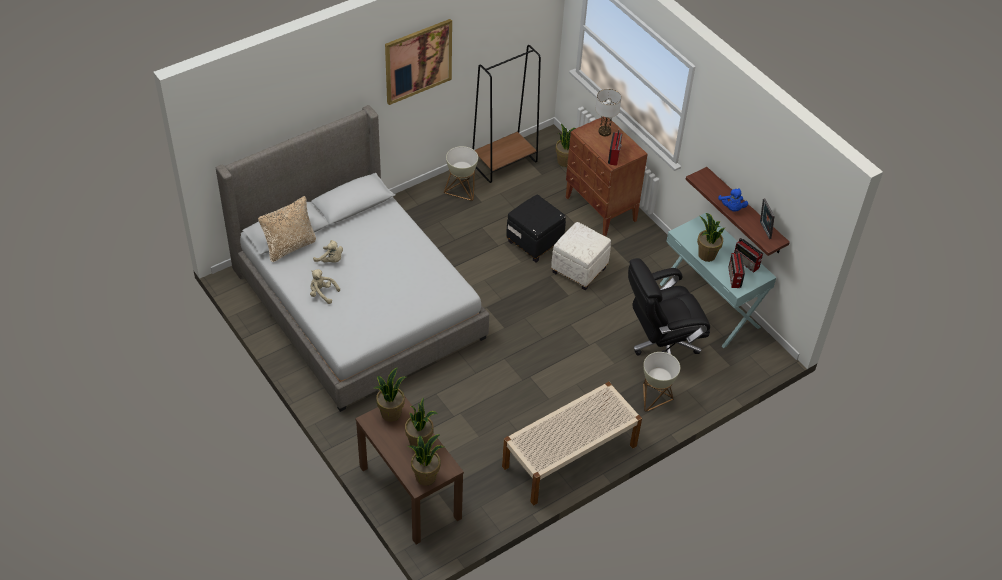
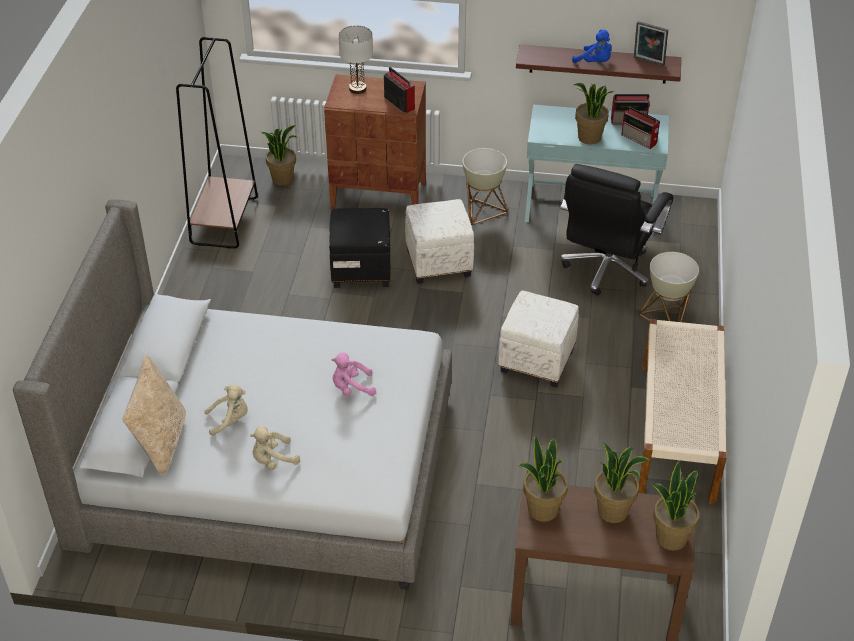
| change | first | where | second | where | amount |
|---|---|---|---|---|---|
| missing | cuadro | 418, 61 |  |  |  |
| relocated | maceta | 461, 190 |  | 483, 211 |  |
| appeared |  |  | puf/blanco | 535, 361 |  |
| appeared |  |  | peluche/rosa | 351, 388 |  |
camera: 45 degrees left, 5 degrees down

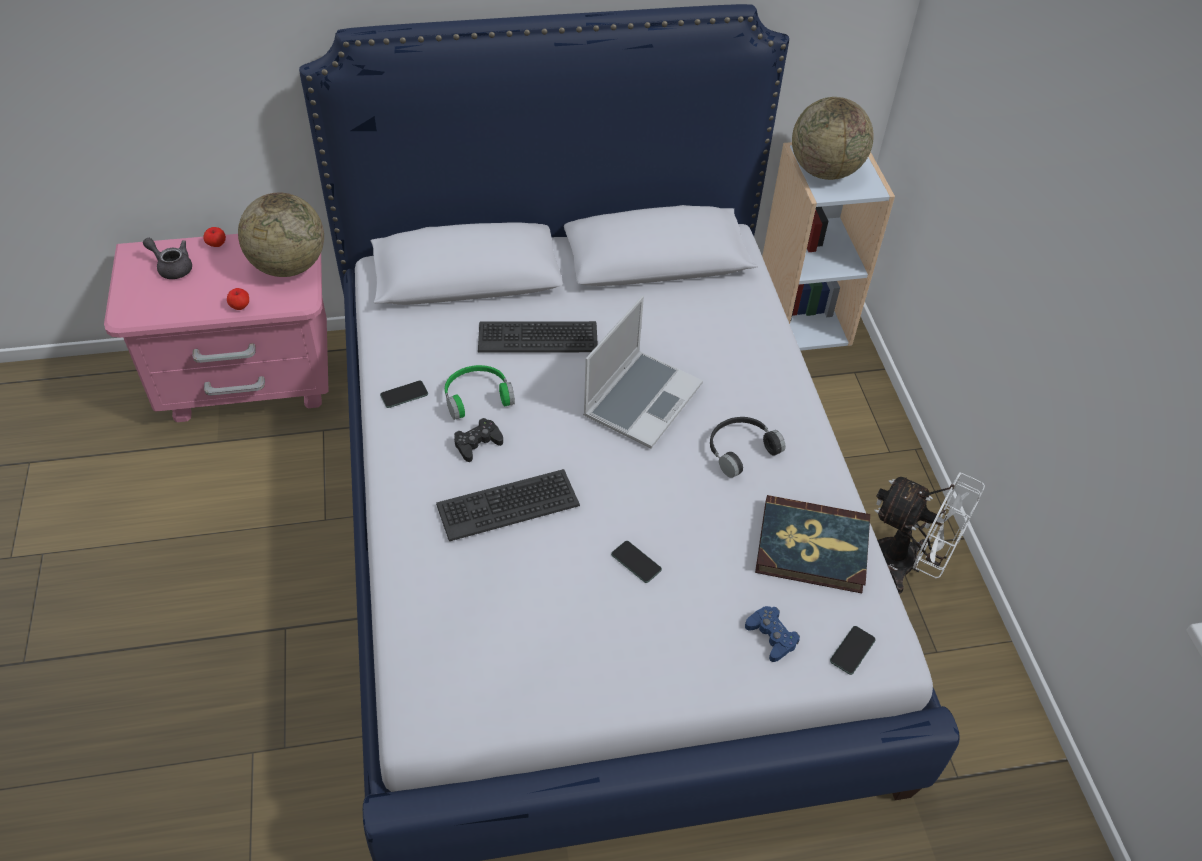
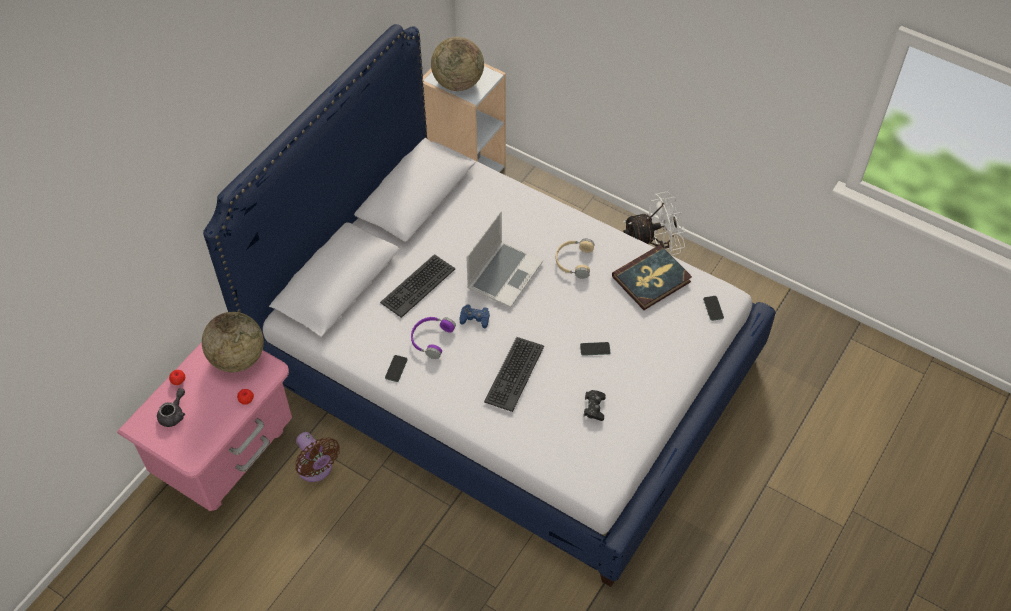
| change | first | where | second | where | amount |
|---|---|---|---|---|---|
| spun | tetera/gris | 172, 267 |  | 174, 414 | 135 degrees clockwise |
| spun | portátil | 642, 399 |  | 504, 274 | 45 degrees clockwise |
| colour | auriculares/verde | 477, 396 | auriculares/morado | 430, 339 |  |
| colour | auriculares/negro | 740, 449 | auriculares/beis | 573, 261 |  |
| relocated | mando de consola/negro | 477, 443 |  | 594, 407 |  |
| relocated | mando de consola/azul | 771, 636 |  | 475, 318 |  |
| appeared |  |  | ventilador/marrón | 316, 469 |  |
camera: 45 degrees left, 5 degrees up

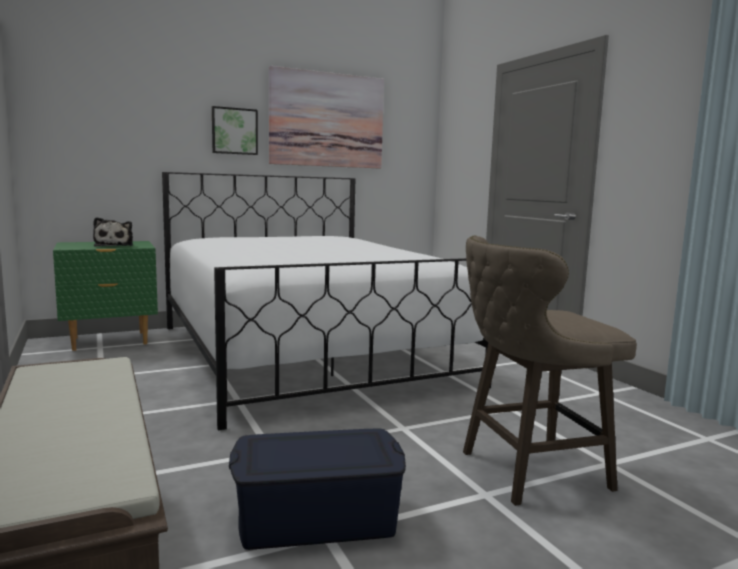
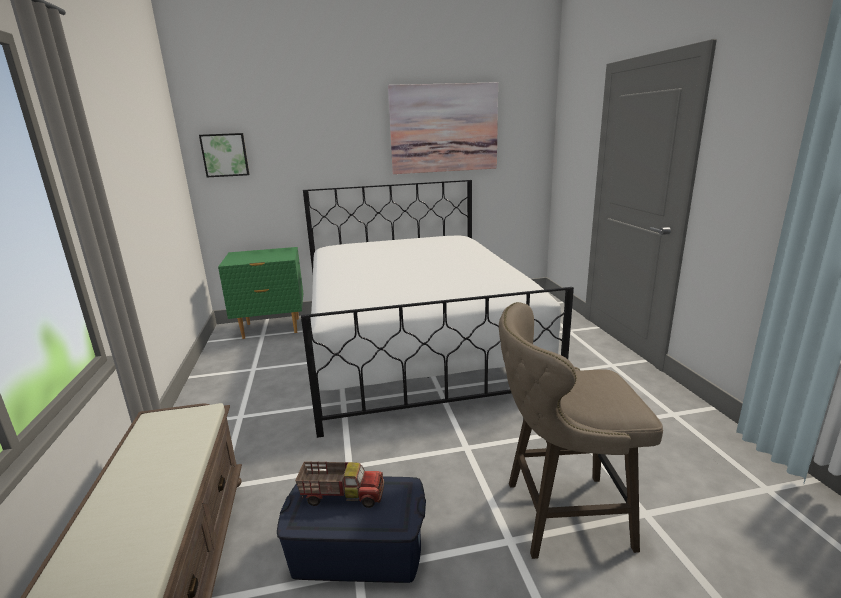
| change | first | where | second | where | amount |
|---|---|---|---|---|---|
| relocated | cuadro | 234, 131 |  | 225, 155 |  |
| missing | peluche | 115, 245 |  |  |  |
| appeared |  |  | camión de juguete | 342, 495 |  |
camera: 15 degrees right, 10 degrees up

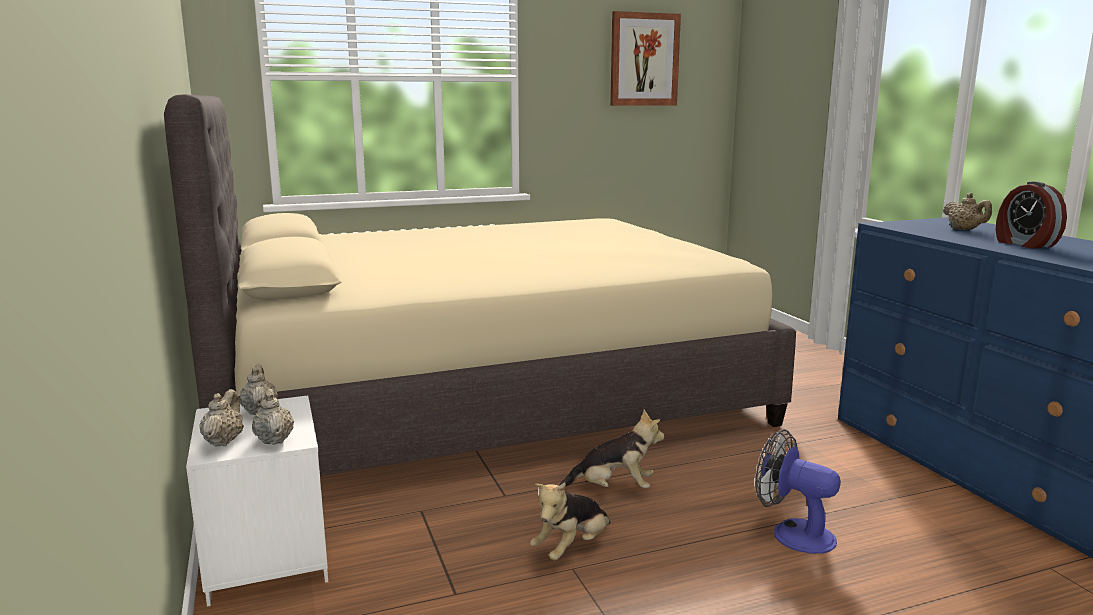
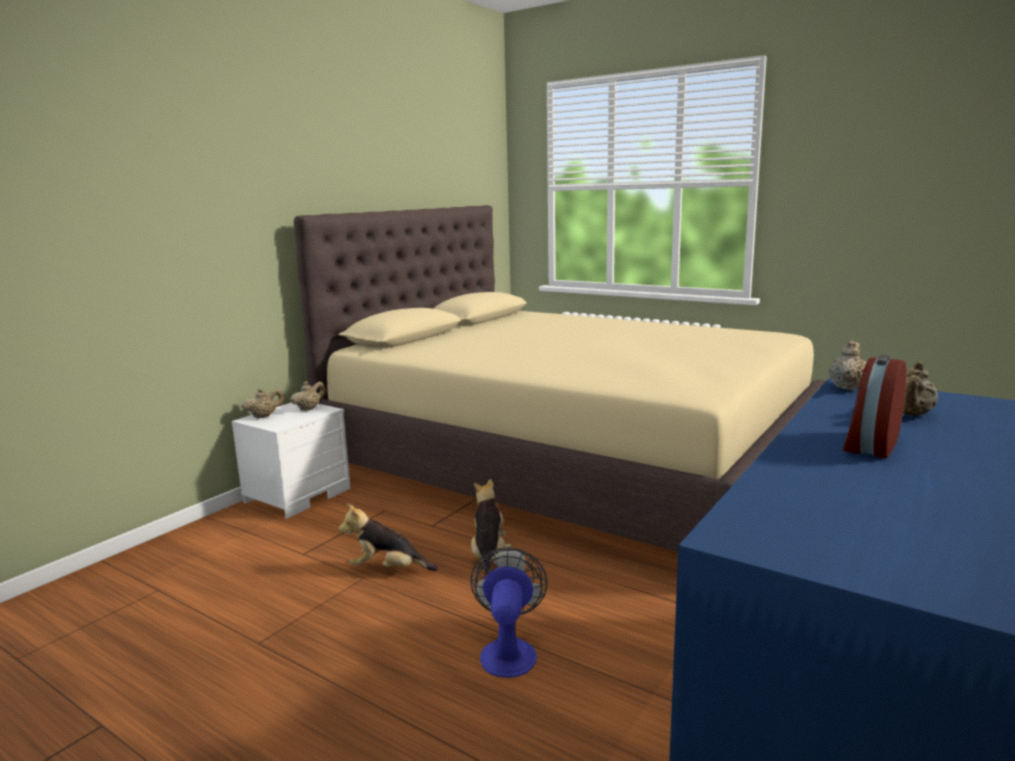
| change | first | where | second | where | amount |
|---|---|---|---|---|---|
| missing | cuadro | 644, 59 |  |  |  |
| relocated | tetera/beis | 274, 439 |  | 847, 387 |  |
| spun | peluche | 613, 488 |  | 489, 556 | 150 degrees counterclockwise |
camera: 55 degrees right, 0 degrees up

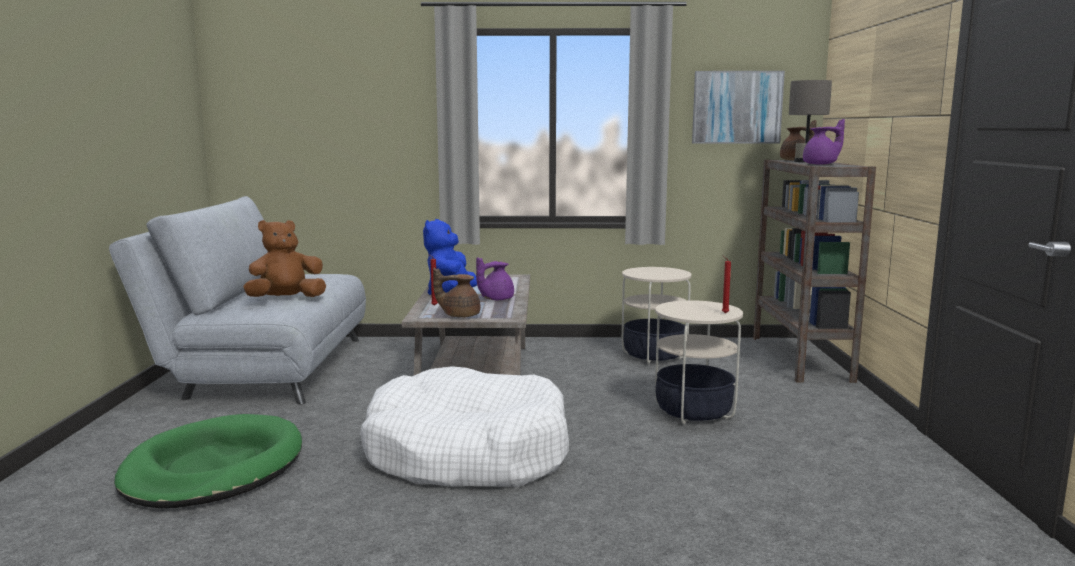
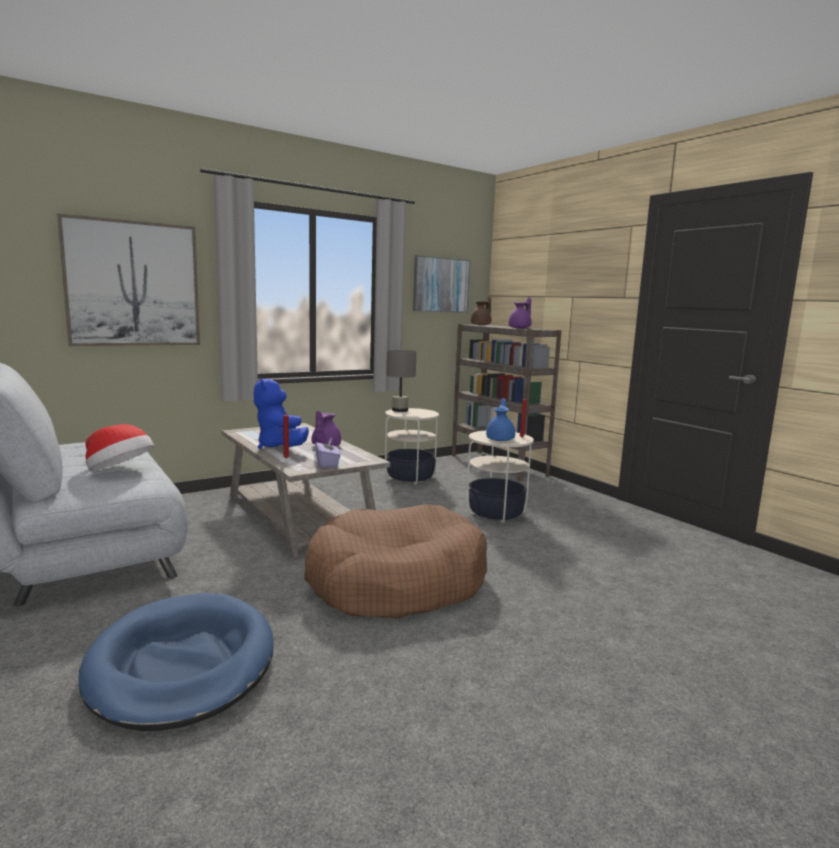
| change | first | where | second | where | amount |
|---|---|---|---|---|---|
| relocated | lámpara de mesa/gris | 805, 162 |  | 400, 410 |  |
| exchanged | peluche/marrón | 286, 299 | sombrero | 119, 471 |  |
| exchanged | tetera/marrón | 459, 315 | caja de pañuelos/morado | 327, 464 |  |
| colour | cama para perro/blanco | 467, 453 | cama para perro/marrón | 396, 582 |  |
| colour | cama para perro/verde | 213, 468 | cama para perro/azul | 182, 665 |  |
| appeared |  |  | cuadro | 133, 284 |  |
| appeared |  |  | tetera/azul | 500, 439 |  |
camera: 35 degrees left, 0 degrees up

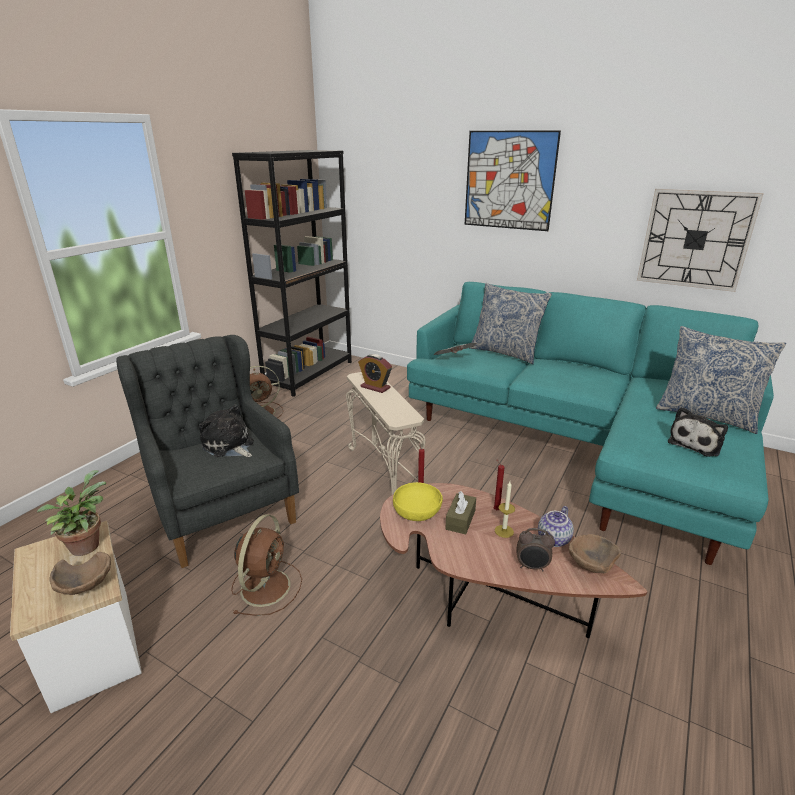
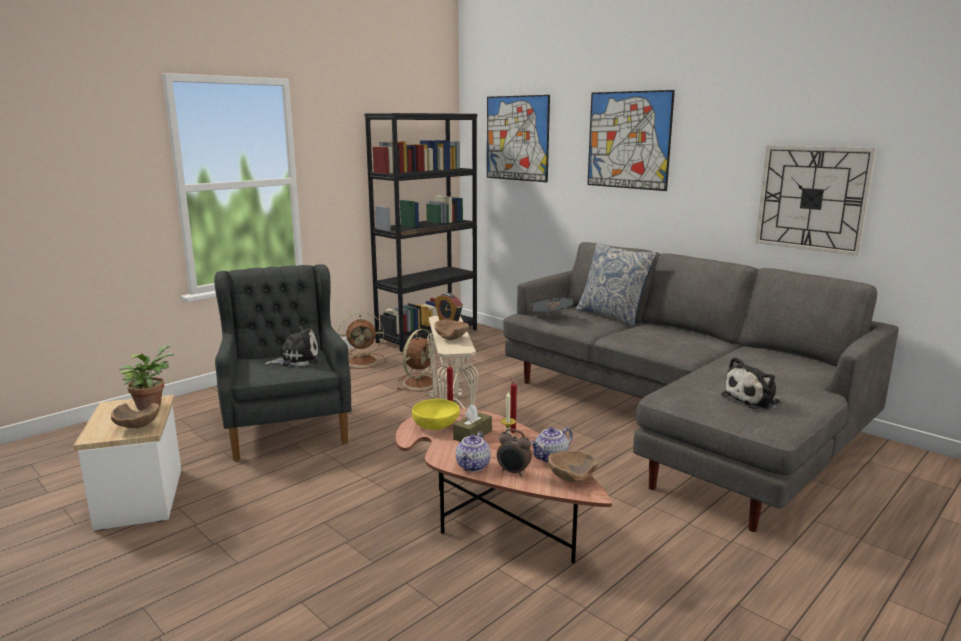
| change | first | where | second | where | amount |
|---|---|---|---|---|---|
| colour | sofá/turquesa | 580, 445 | sofá/gris | 680, 420 |  |
| missing | cojín | 706, 415 |  |  |  |
| spun | peluche | 229, 445 |  | 296, 359 | 105 degrees clockwise |
| relocated | ventilador/marrón | 266, 586 |  | 420, 382 |  |
| appeared |  |  | cuadro | 517, 138 |  |
| appeared |  |  | cuenco/marrón | 452, 339 |  |
| appeared |  |  | tetera | 473, 466 |  |
camera: 15 degrees right, 10 degrees down

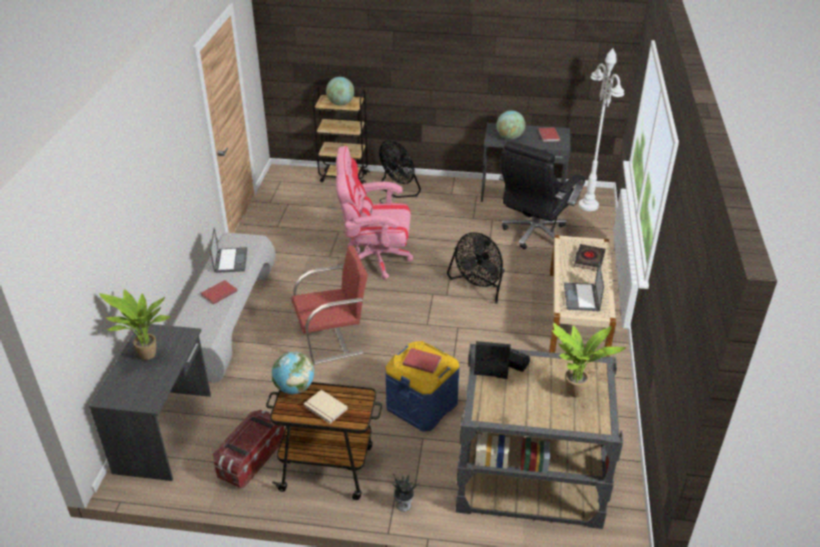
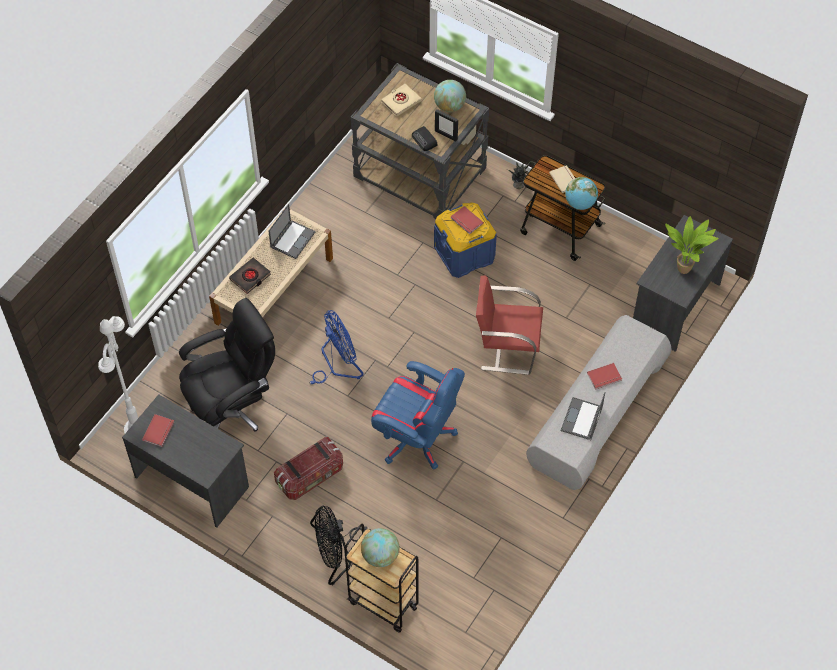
| change | first | where | second | where | amount |
|---|---|---|---|---|---|
| relocated | globo terráqueo | 509, 137 |  | 449, 106 |  |
| colour | silla de oficina/rosa | 376, 258 | silla de oficina/azul | 416, 438 |  |
| colour | ventilador/negro | 478, 284 | ventilador/azul | 336, 361 |  |
| exchanged | planta en maceta | 574, 394 | libro/beis | 401, 102 |  |
| relocated | caja de almacenaje | 251, 458 |  | 310, 476 |  |
camera: 155 degrees left, 20 degrees up

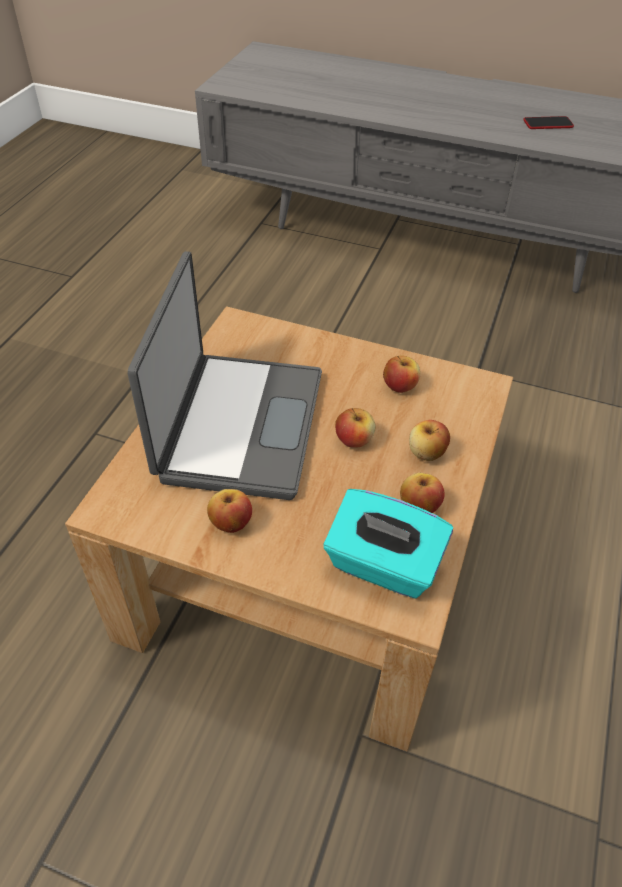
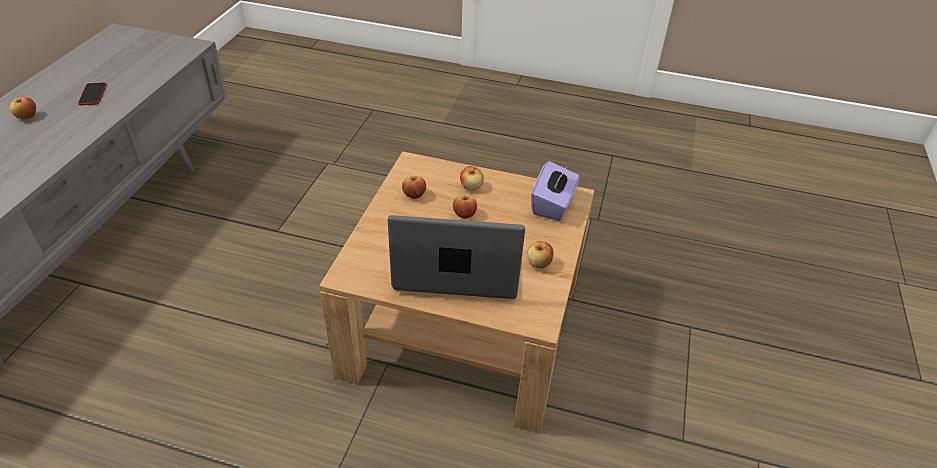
| change | first | where | second | where | amount |
|---|---|---|---|---|---|
| relocated | manzana | 419, 506 |  | 27, 117 |  |
| colour | caja de pañuelos/turquesa | 383, 565 | caja de pañuelos/morado | 553, 205 |  |
camera: 95 degrees left, 5 degrees down

